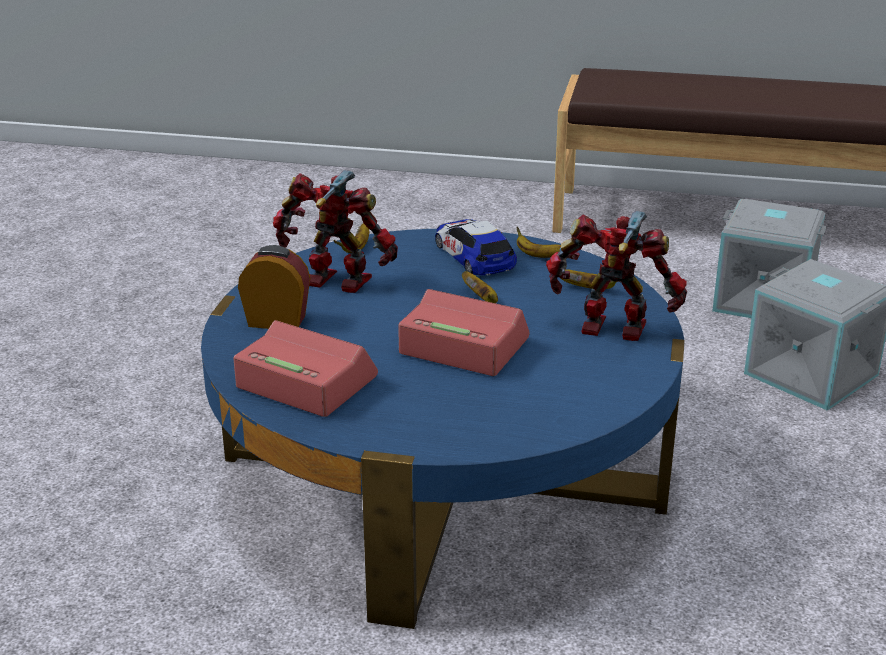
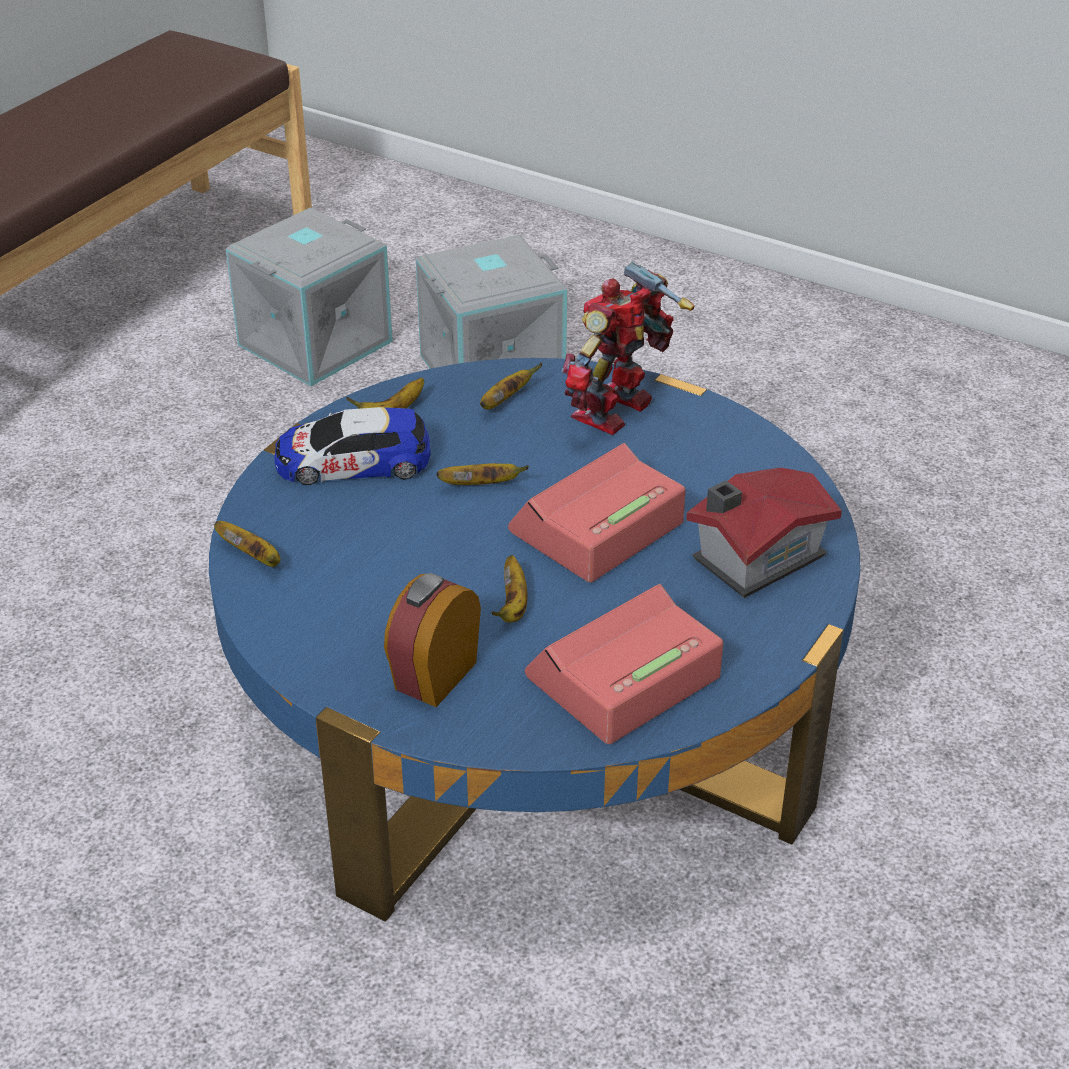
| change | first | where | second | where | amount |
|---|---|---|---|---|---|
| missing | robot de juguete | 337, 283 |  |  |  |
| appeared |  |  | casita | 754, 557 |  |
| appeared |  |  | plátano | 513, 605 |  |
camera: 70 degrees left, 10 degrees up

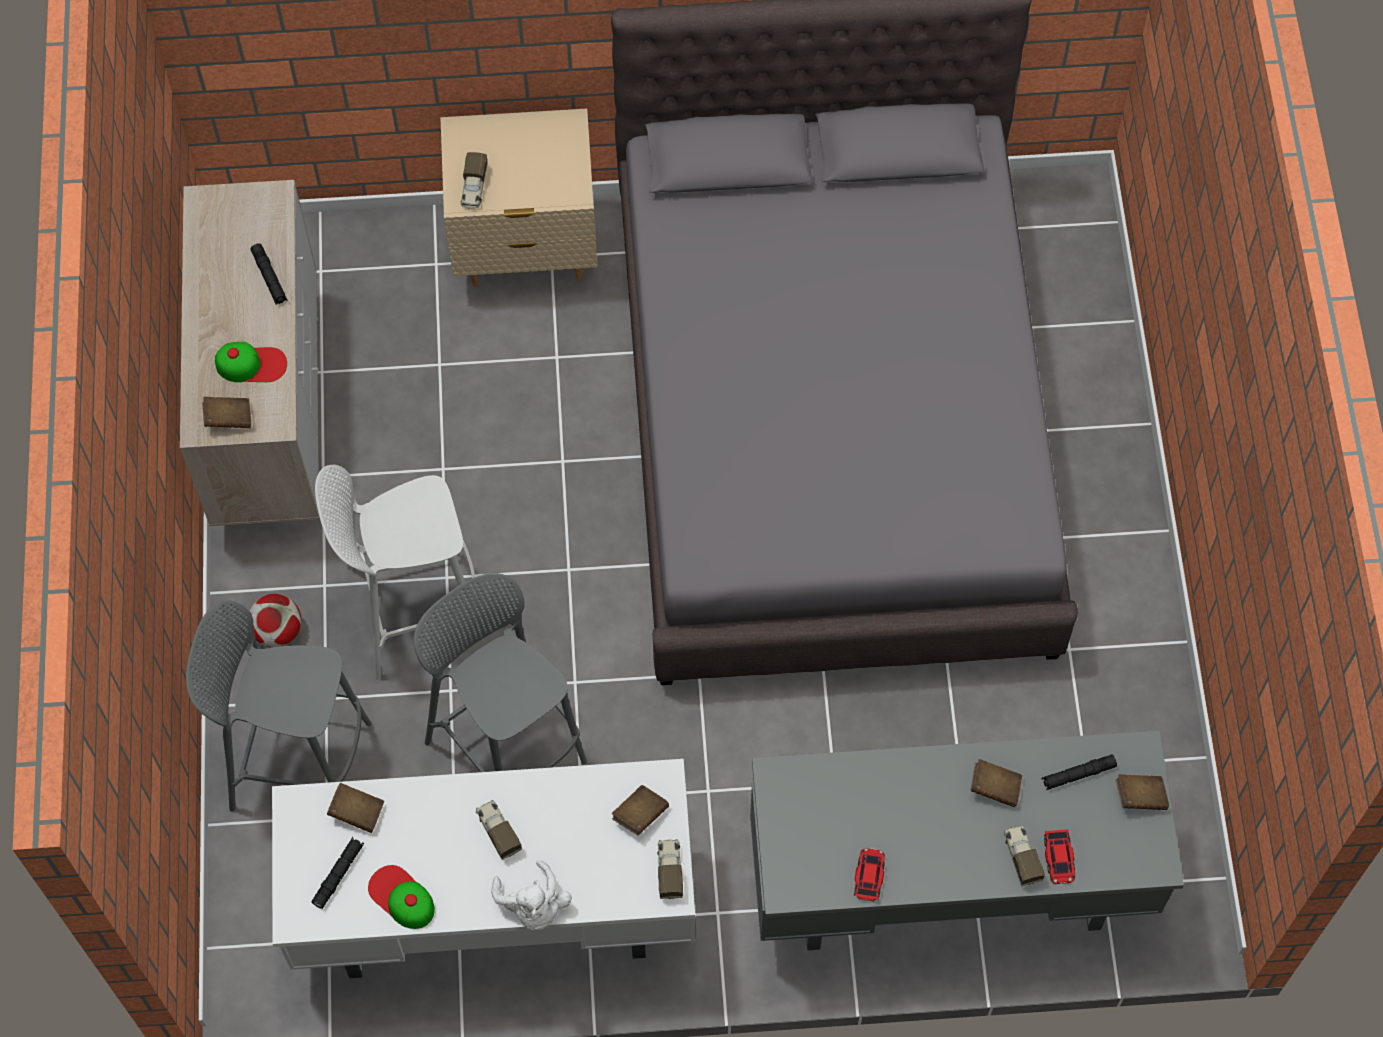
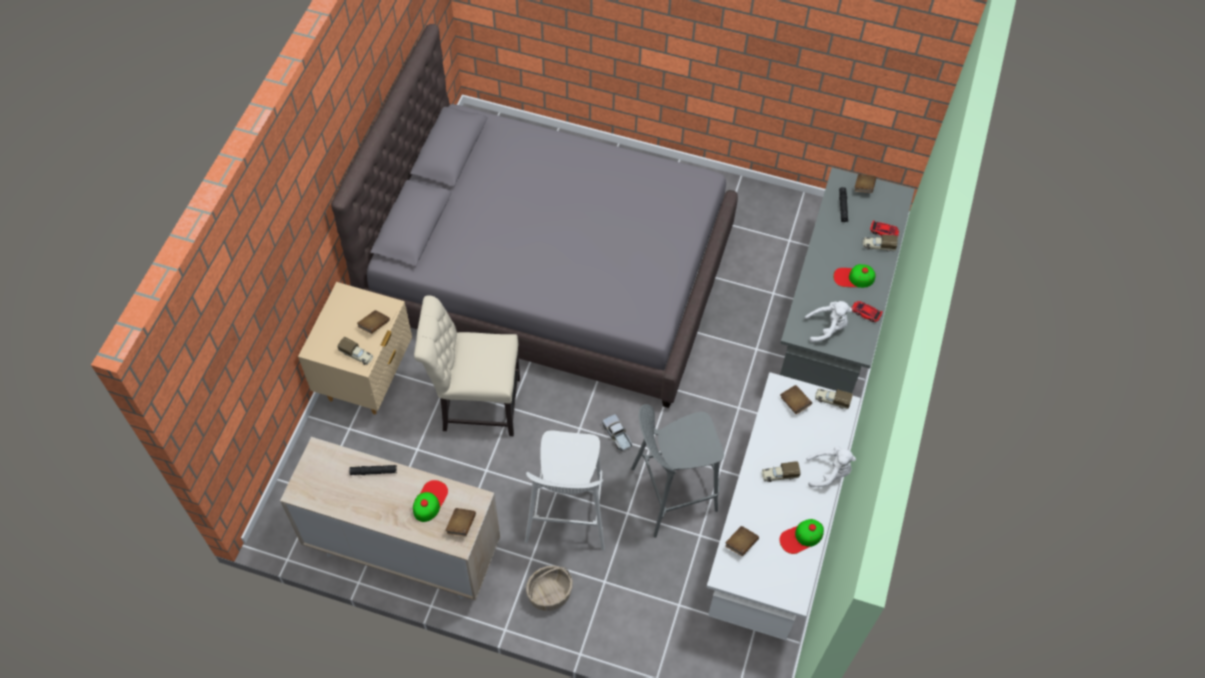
| change | first | where | second | where | amount |
|---|---|---|---|---|---|
| exchanged | balón de fútbol | 277, 631 | cesta | 549, 594 |  |
| missing | taburete/gris | 298, 757 |  |  |  |
| relocated | libro/marrón | 994, 788 |  | 374, 326 |  |
| missing | linterna/negro | 338, 874 |  |  |  |
| appeared |  |  | gorra | 853, 278 |  |
| appeared |  |  | silla/beis | 475, 403 |  |
| appeared |  |  | peluche/blanco | 827, 328 |  |
| appeared |  |  | camión de juguete | 617, 435 |  |
camera: 70 degrees left, 5 degrees down

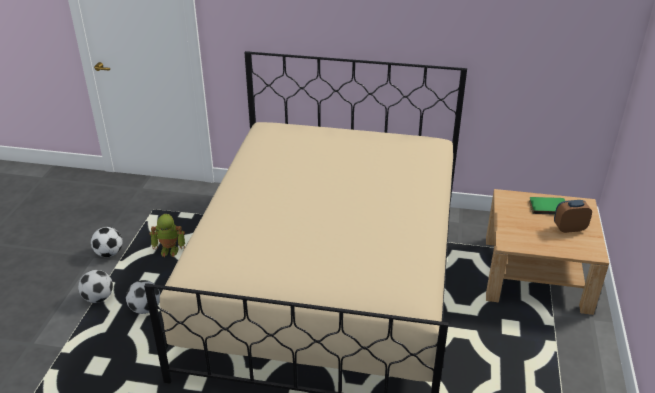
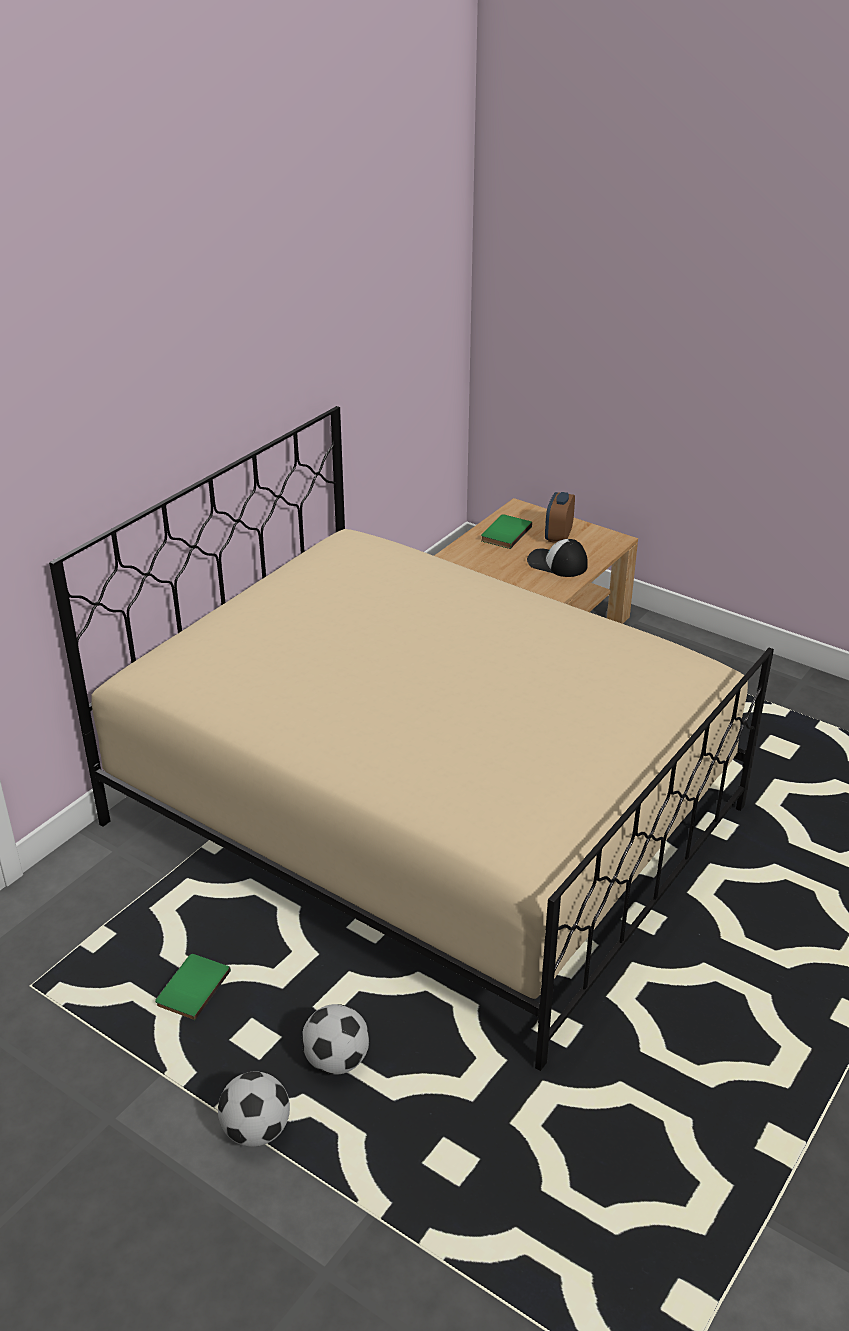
| change | first | where | second | where | amount |
|---|---|---|---|---|---|
| exchanged | robot de juguete | 170, 251 | libro/verde | 191, 988 |  |
| missing | balón de fútbol | 109, 253 |  |  |  |
| appeared |  |  | gorra | 557, 563 |  |
camera: 65 degrees left, 0 degrees up

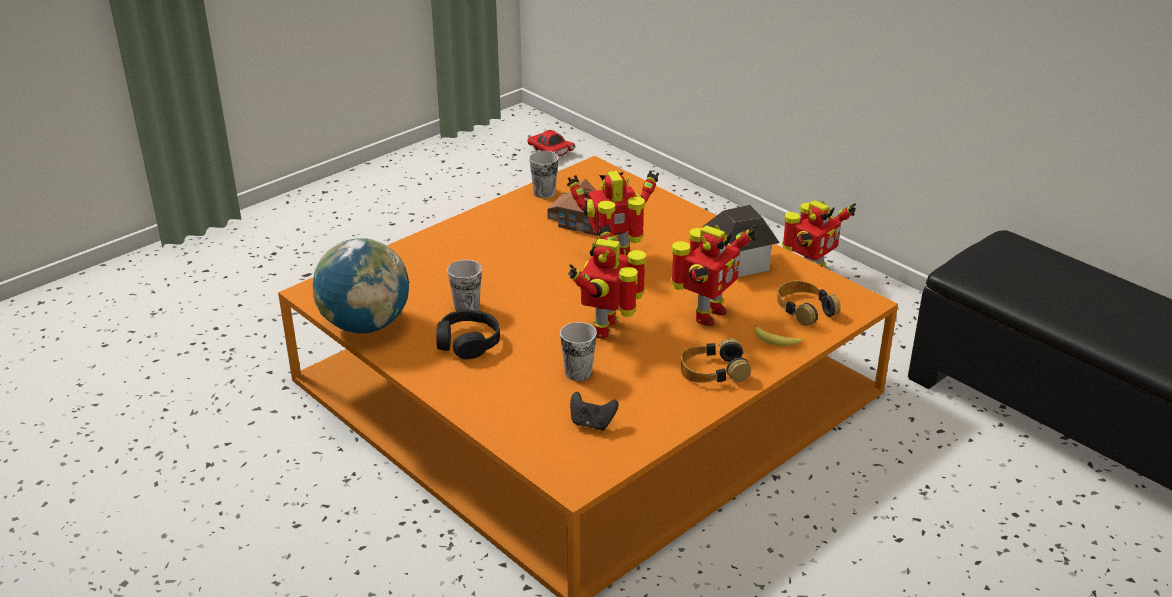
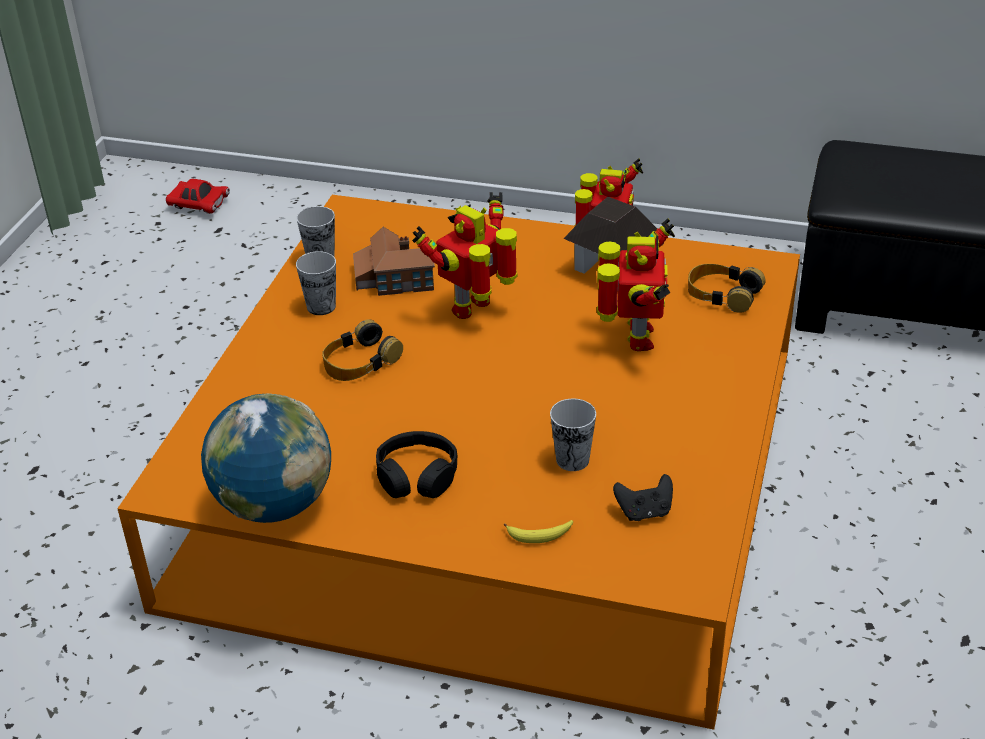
| change | first | where | second | where | amount |
|---|---|---|---|---|---|
| missing | robot de juguete | 607, 327 |  |  |  |
| relocated | taza | 467, 307 |  | 321, 306 |  |
| relocated | plátano | 776, 340 |  | 539, 535 |  |
| relocated | auriculares | 713, 371 |  | 360, 361 |  |
camera: 30 degrees left, 5 degrees up

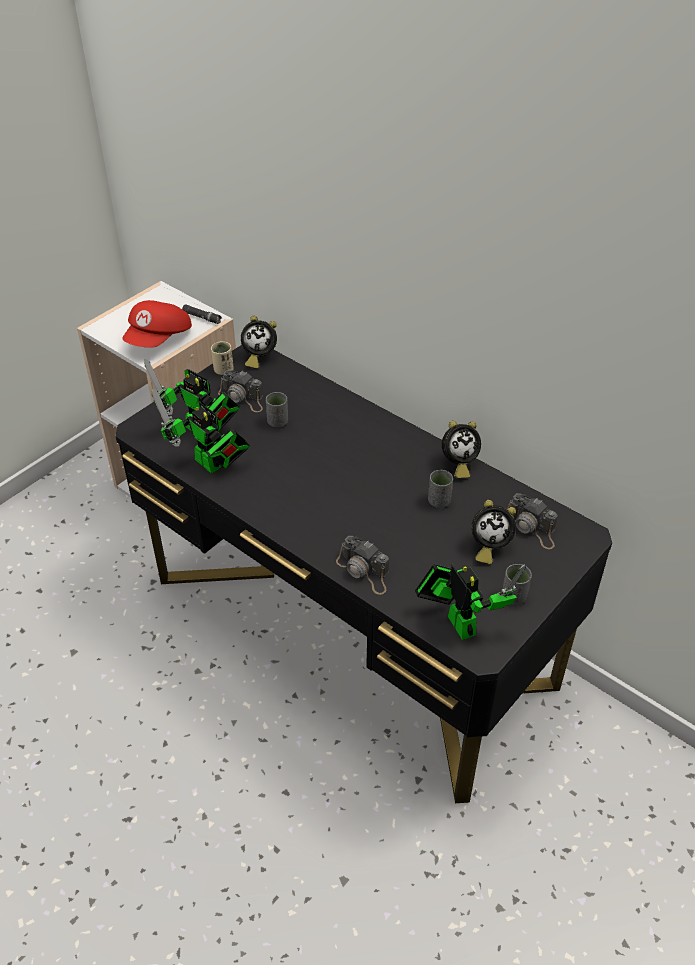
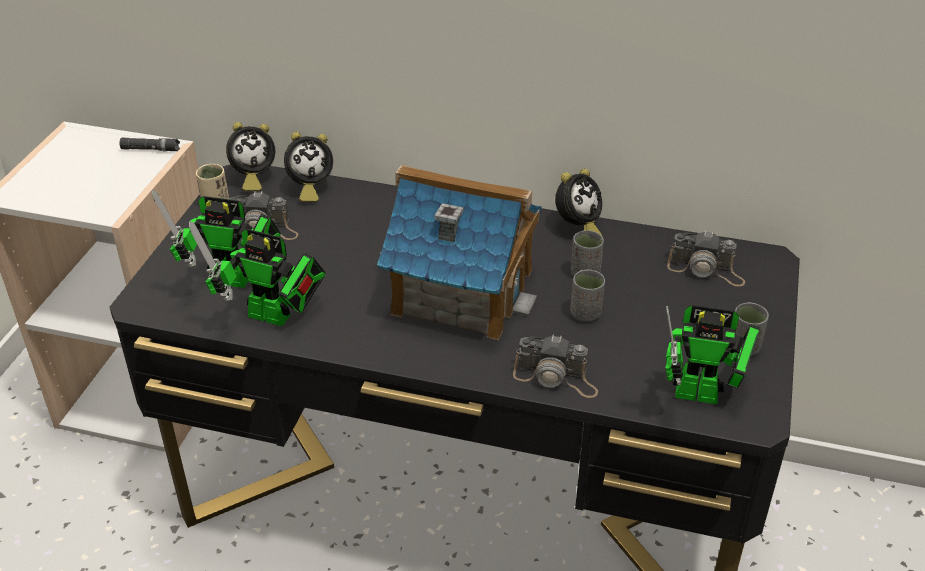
| change | first | where | second | where | amount |
|---|---|---|---|---|---|
| missing | gorra/rojo | 159, 339 |  |  |  |
| relocated | taza/gris | 277, 422 |  | 585, 314 |  |
| relocated | despertador | 488, 547 |  | 309, 189 |  |
| spun | robot de juguete | 458, 621 |  | 704, 395 | 150 degrees clockwise |
| appeared |  |  | casita | 462, 291 |  |
camera: 25 degrees left, 5 degrees down

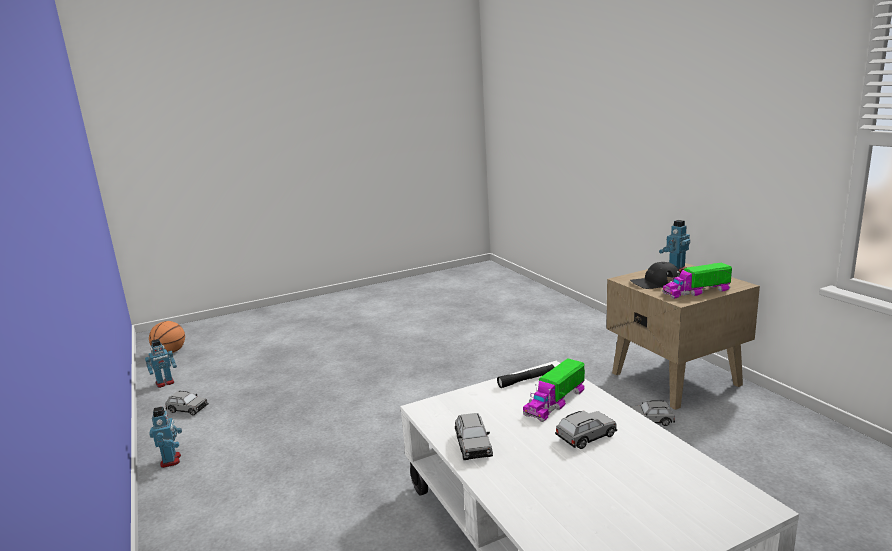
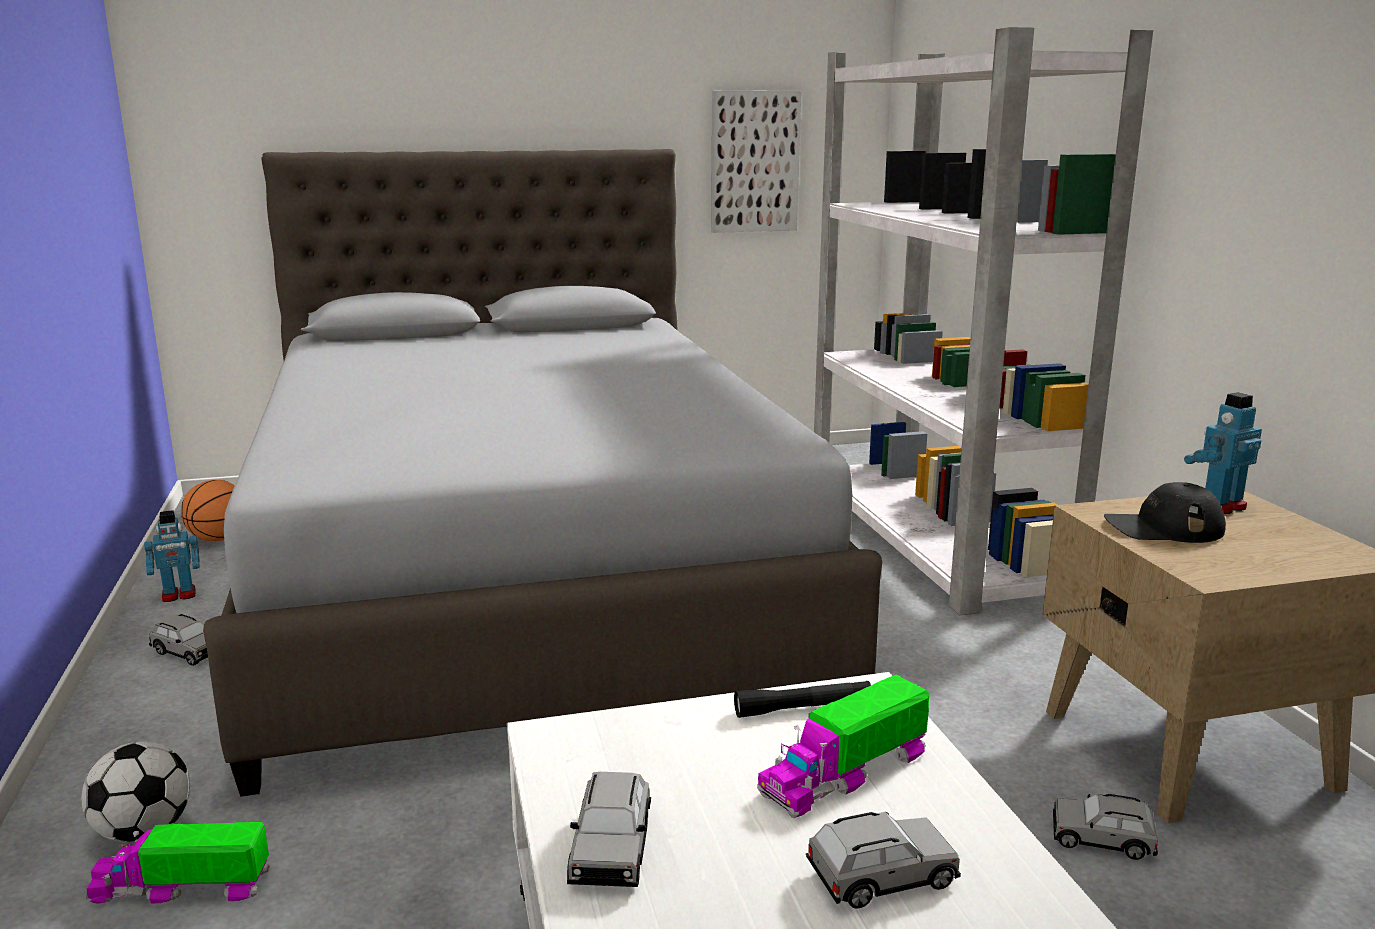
| change | first | where | second | where | amount |
|---|---|---|---|---|---|
| relocated | camión de juguete | 696, 292 |  | 182, 887 |  |
| missing | robot de juguete | 171, 460 |  |  |  |
| appeared |  |  | estantería/blanco | 929, 534 |  |
| appeared |  |  | cuadro | 754, 162 |  |
| appeared |  |  | cama/gris | 524, 573 |  |
| appeared |  |  | balón de fútbol | 144, 832 |  |
camera: 10 degrees right, 0 degrees up

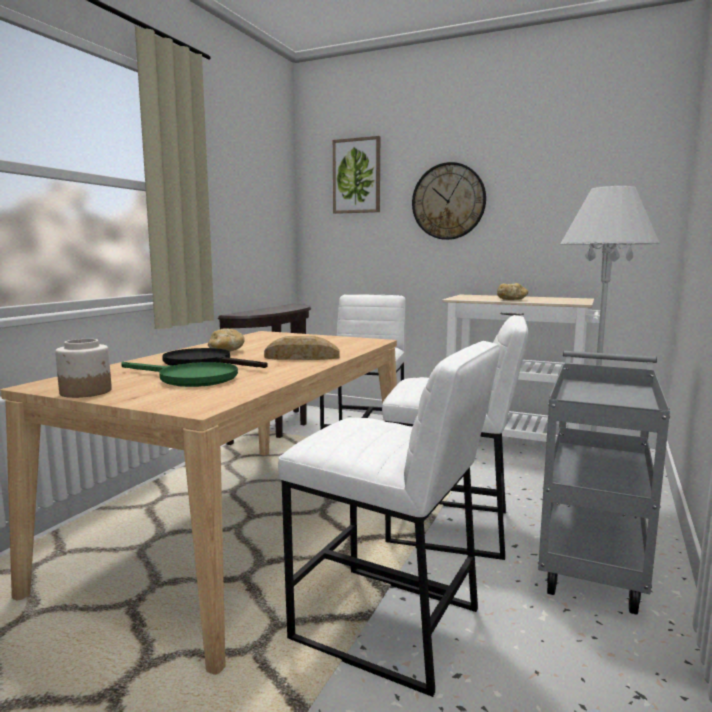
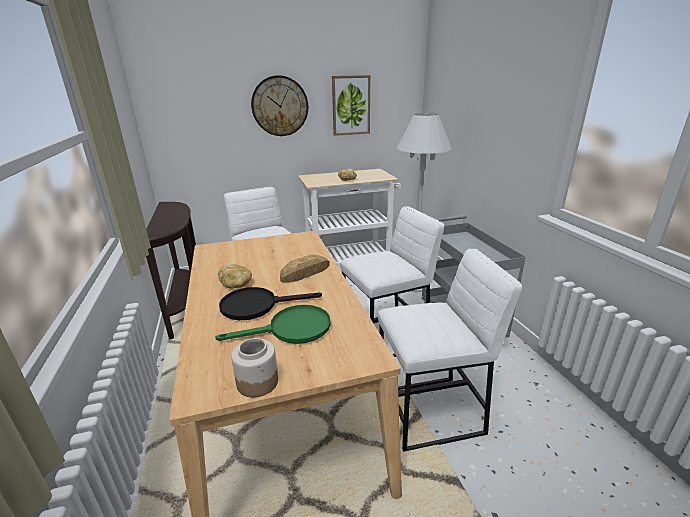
| change | first | where | second | where | amount |
|---|---|---|---|---|---|
| relocated | cuadro | 357, 176 |  | 351, 105 |  |
camera: 40 degrees left, 15 degrees up

